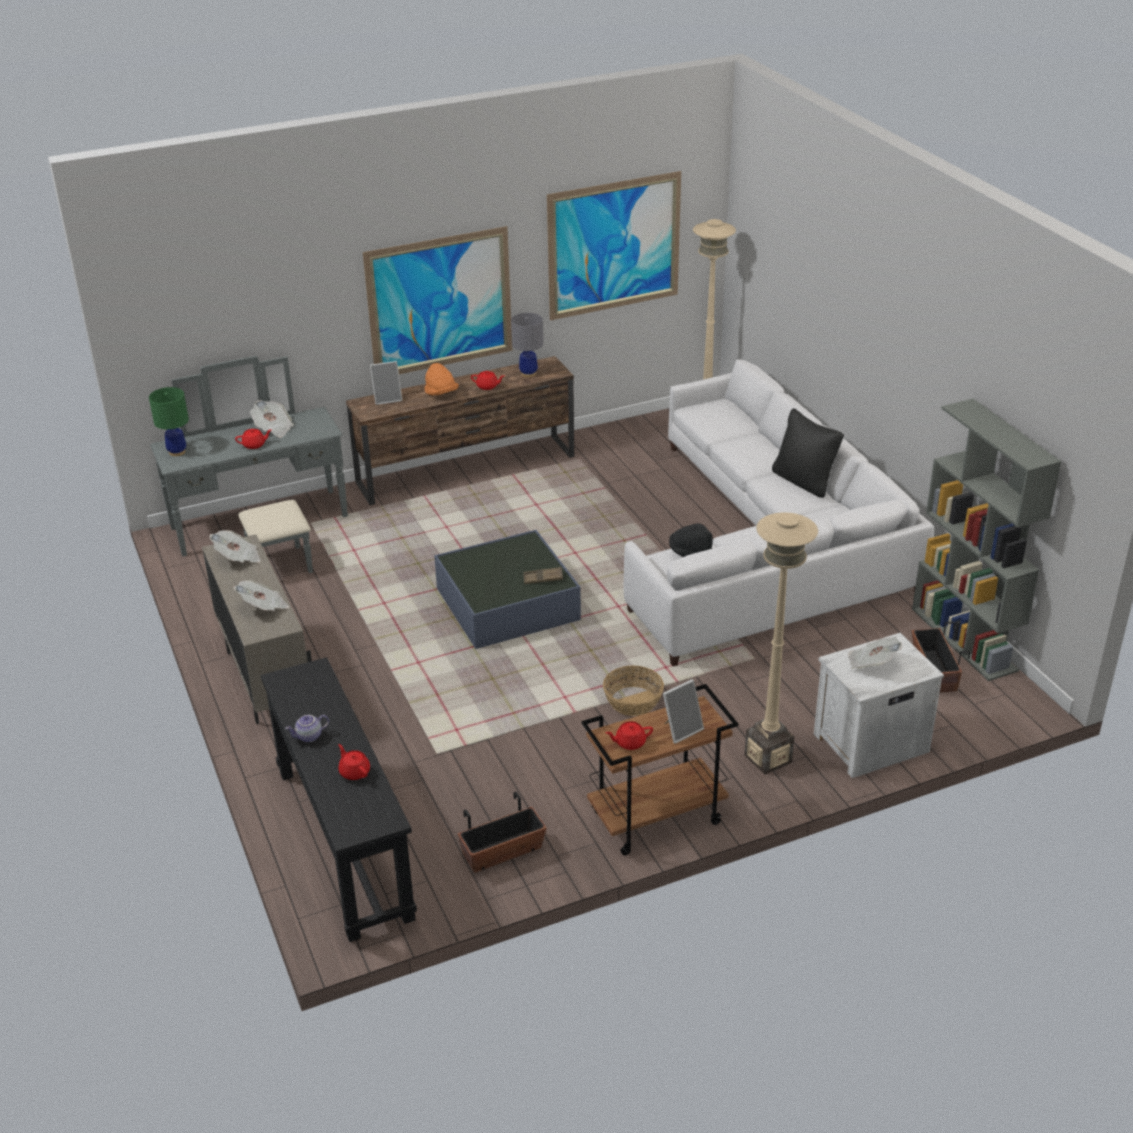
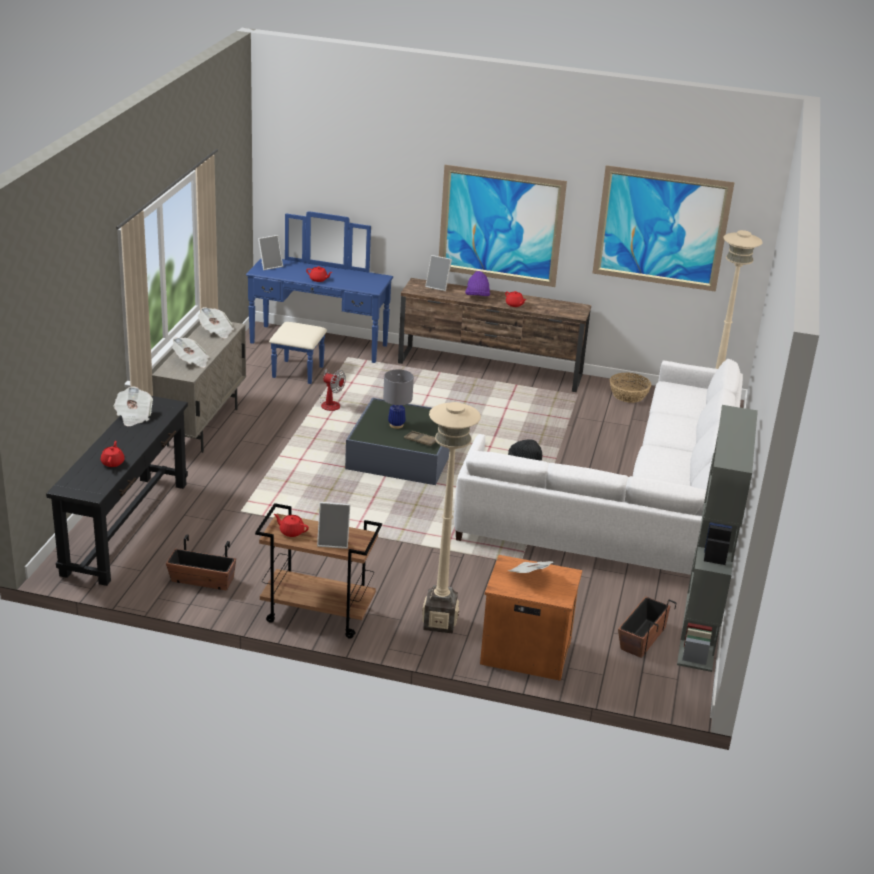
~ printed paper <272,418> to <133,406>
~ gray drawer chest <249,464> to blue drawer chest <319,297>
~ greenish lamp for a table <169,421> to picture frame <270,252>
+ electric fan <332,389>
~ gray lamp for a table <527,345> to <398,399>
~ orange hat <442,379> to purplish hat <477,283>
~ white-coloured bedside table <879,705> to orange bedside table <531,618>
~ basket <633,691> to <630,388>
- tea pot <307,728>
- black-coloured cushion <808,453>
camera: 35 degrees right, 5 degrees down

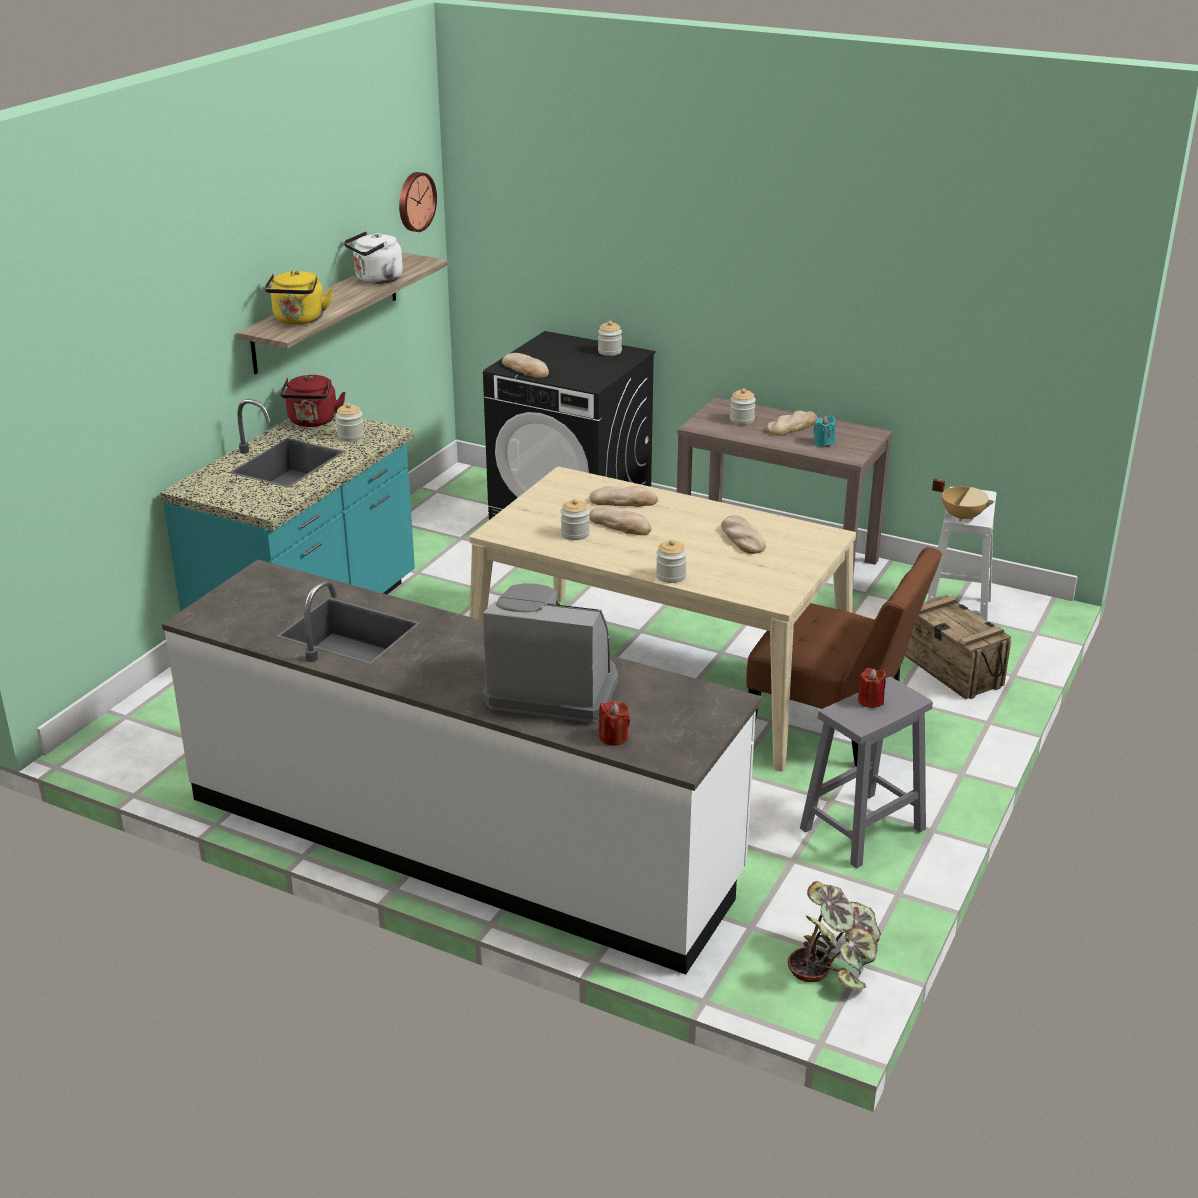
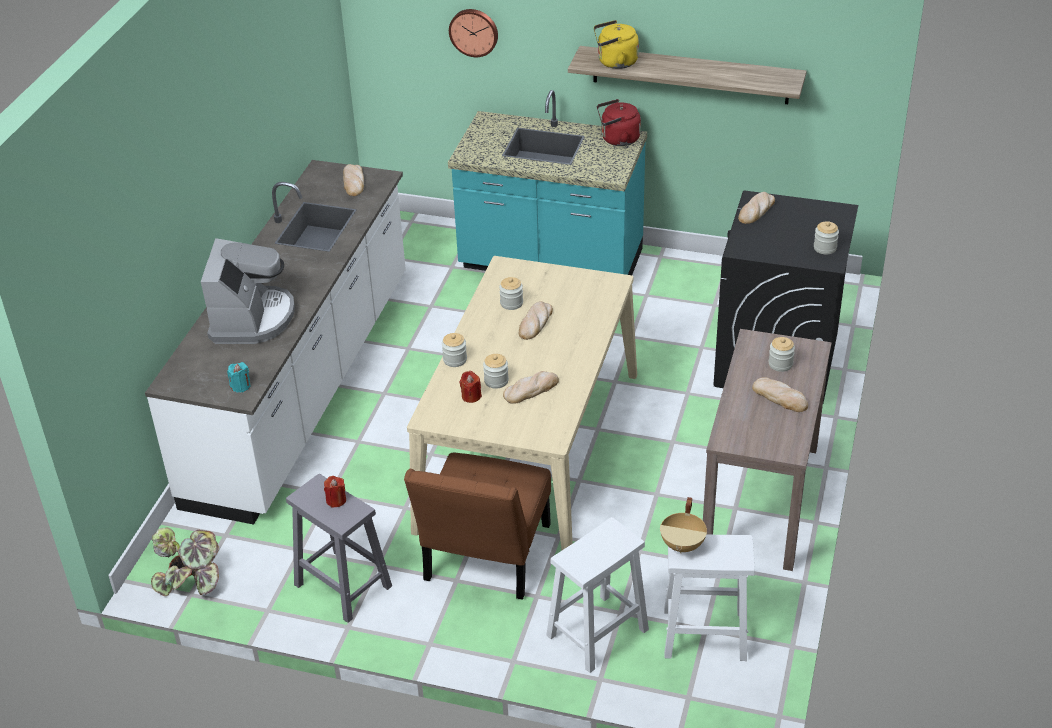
~ turquoise wax light <825,431> to <239,377>
~ bread <624,496> to <353,180>
~ clock on the wall <418,202> to <473,33>
~ reddish wax light <614,722> to <470,387>
~ storage jar <350,422> to <496,371>
~ shipping crate <958,647> to white-coloured stool <597,595>
- white-coloured kettle <373,257>
camera: 80 degrees right, 10 degrees up

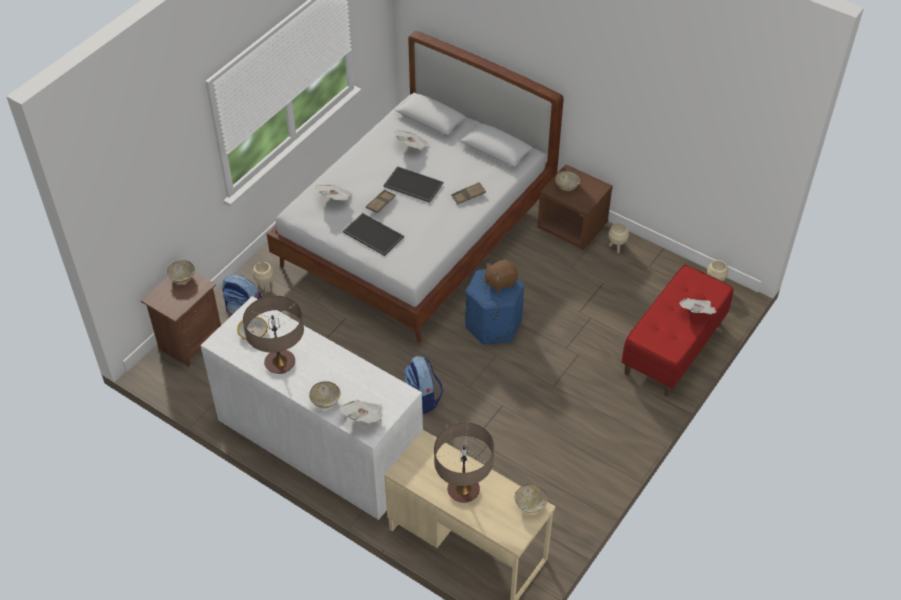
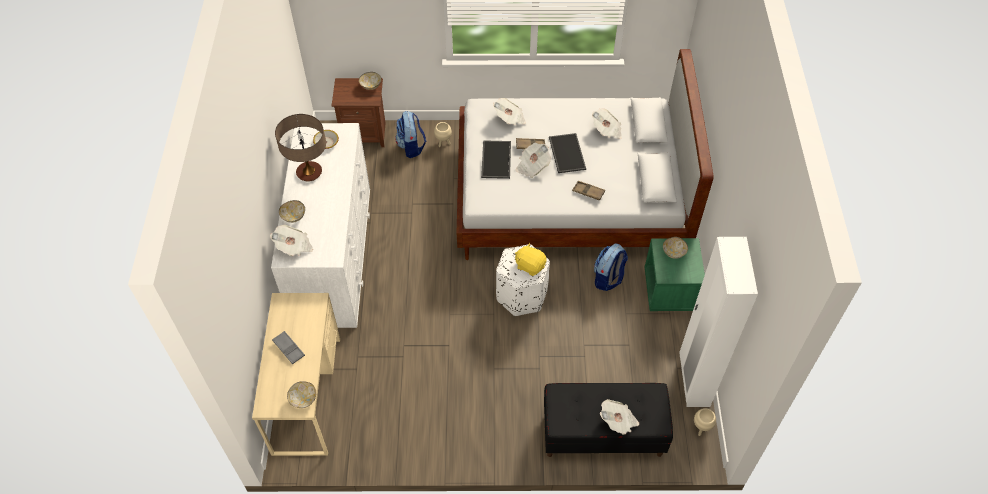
~ lamp for a table <464,462> to gray serving tray <288,347>
~ blue ottoman <494,307> to white-coloured ottoman <523,280>
~ brownish soft toy <501,275> to yellow soft toy <531,259>
+ printed paper <533,160>
~ reddish long seat <677,330> to black-coloured long seat <608,420>
~ rucksack <424,385> to <611,267>
~ brownish bedside table <575,207> to greenish bedside table <675,274>
+ white-coloured clothes cupboard <718,322>
- beige-coloured planter <618,238>
camera: 55 degrees right, 5 degrees up

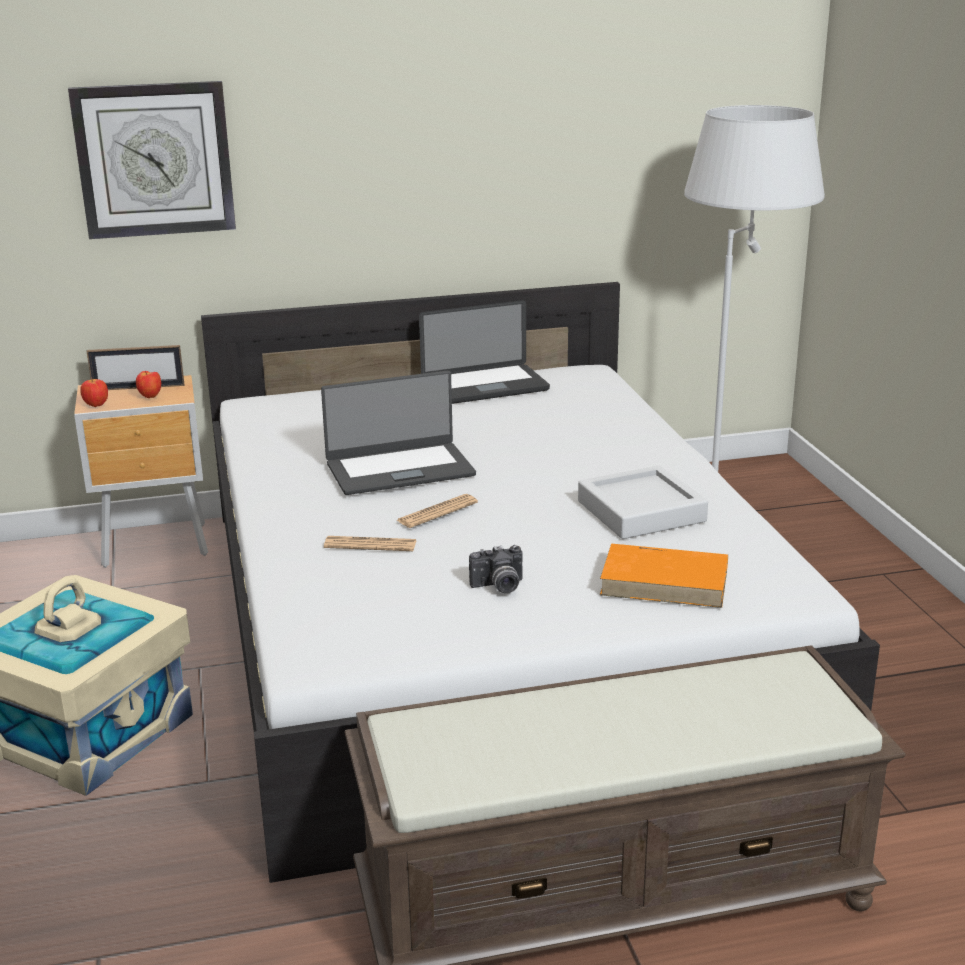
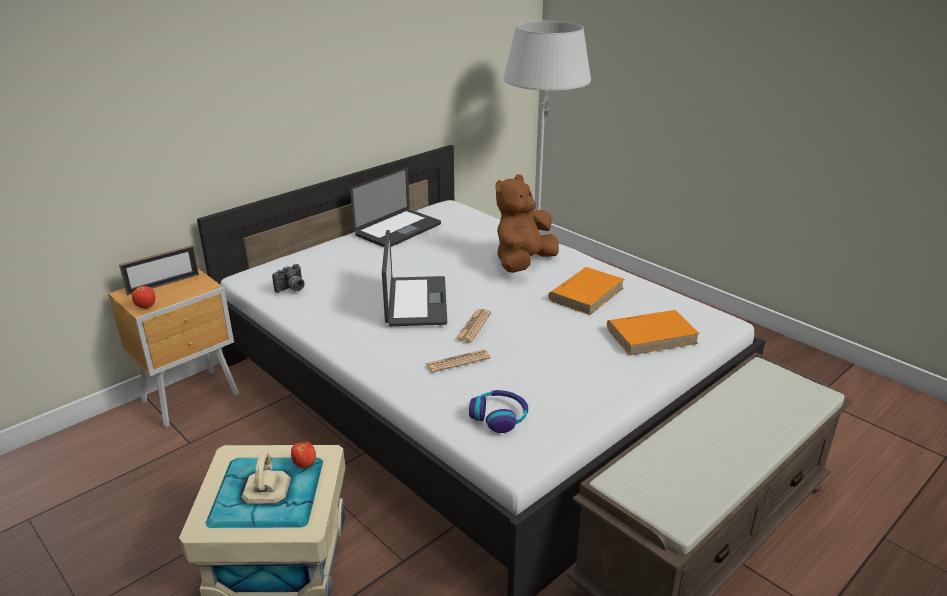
~ photo camera <496,569> to <288,278>
~ whole apple <148,384> to <303,454>
~ portable computer <398,433> = <414,278> 45 degrees counterclockwise
+ pair of headphones <498,411>
+ brownish soft toy <527,223>
~ gray serving tray <643,502> to orange book <586,291>
- clock on the wall <152,160>
camera: 30 degrees left, 5 degrees up

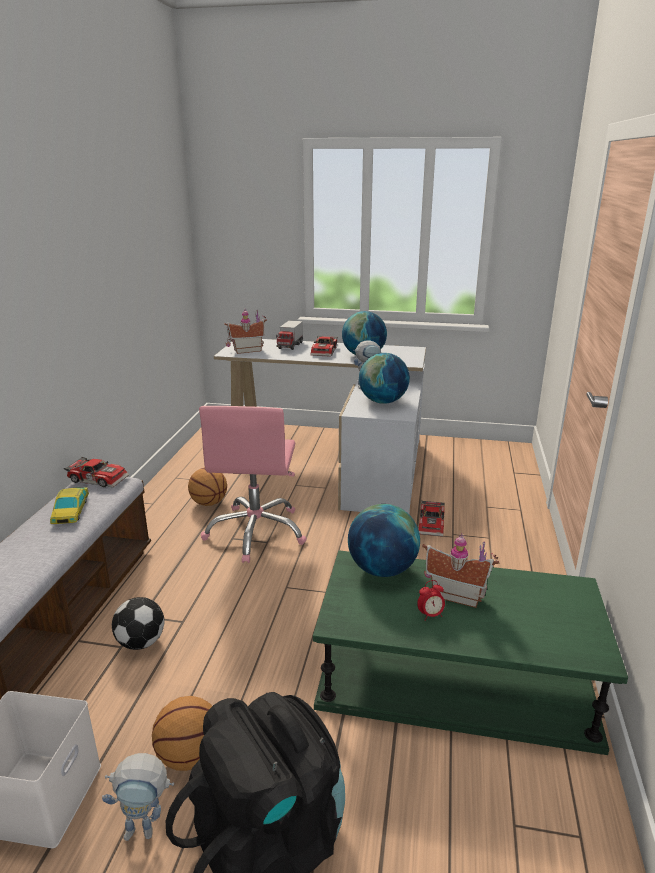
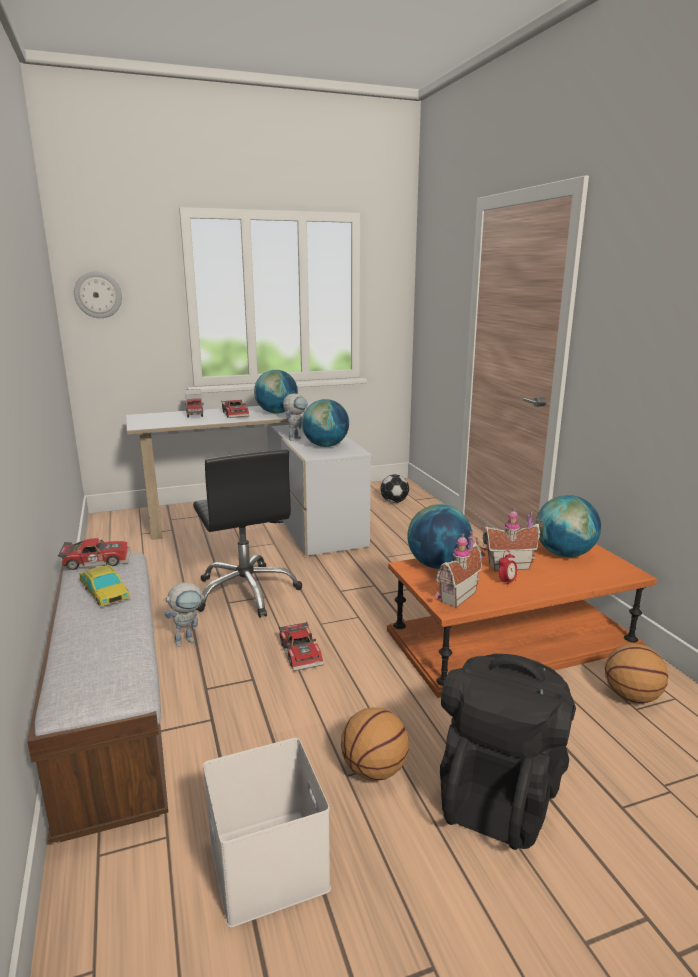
+ clock on the wall <98,295>
~ model robot <138,797> to <184,614>
~ pinkish computer chair <253,484> to black-coloured computer chair <247,533>
~ miniature car <432,519> to <301,646>
~ football ball <138,623> to <394,488>
~ greenish lounge table <470,652> to orange lounge table <522,619>
~ model house <245,331> to <458,569>
+ world globe <568,526>
~ basketball <207,487> to <636,673>
camera: 30 degrees left, 5 degrees down

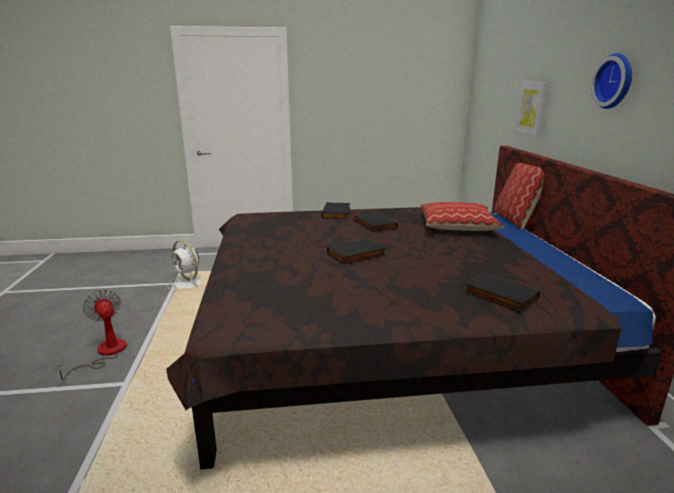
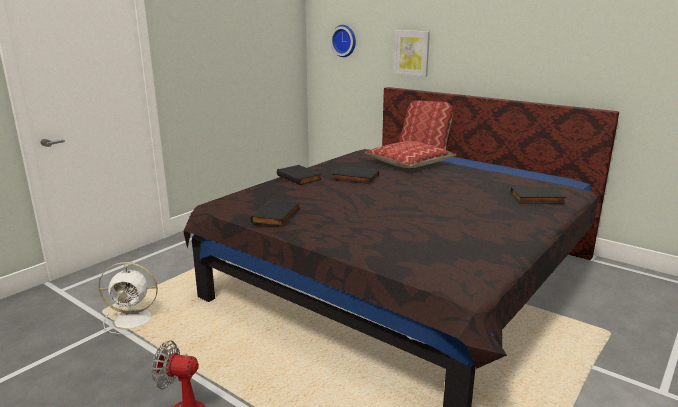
~ black-coloured book <356,252> to <275,213>
~ clock on the wall <611,81> to <343,41>
camera: 45 degrees left, 0 degrees up

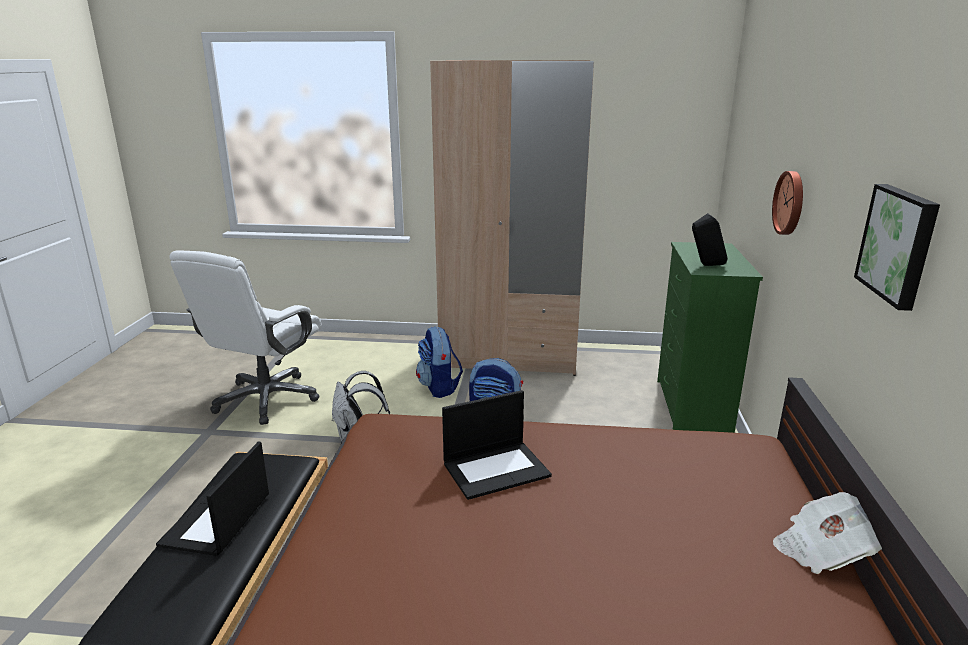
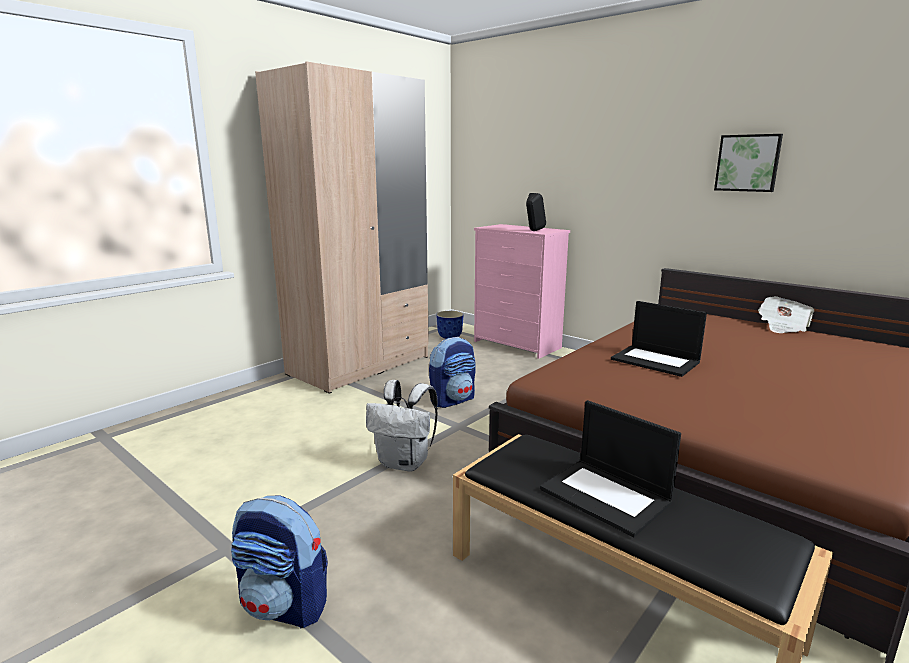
~ rucksack <439,362> to <279,562>
+ planter <450,325>
~ greenish drawer chest <710,337> to pinkish drawer chest <522,291>
~ portable computer <497,445> = <659,339> 120 degrees clockwise
- white-coloured computer chair <245,337>
- clock on the wall <787,203>
camera: 55 degrees left, 5 degrees down

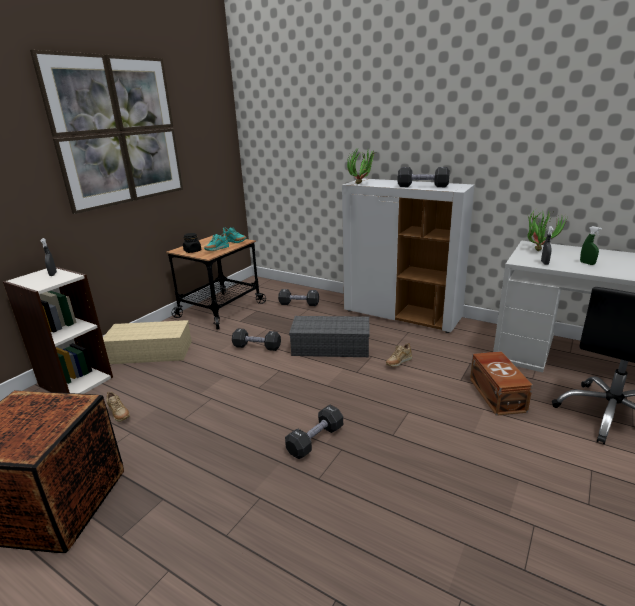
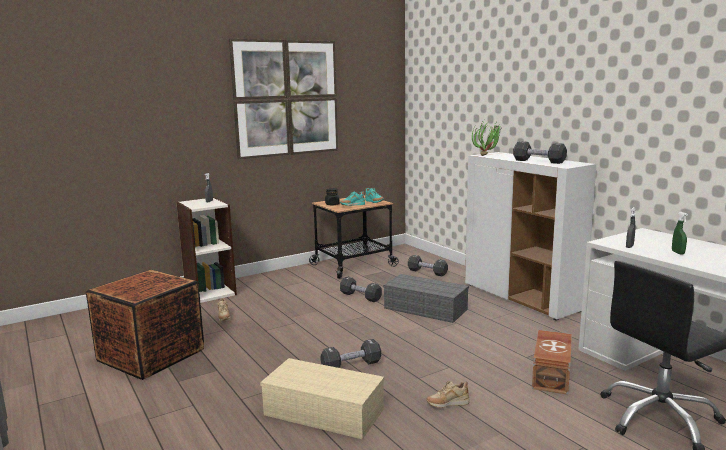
~ beige-coloured storage box <147,342> to <322,398>
~ beige-coloured low shoe <399,355> to <448,394>
- plant in a pot <547,229>
camera: 25 degrees right, 10 degrees down

